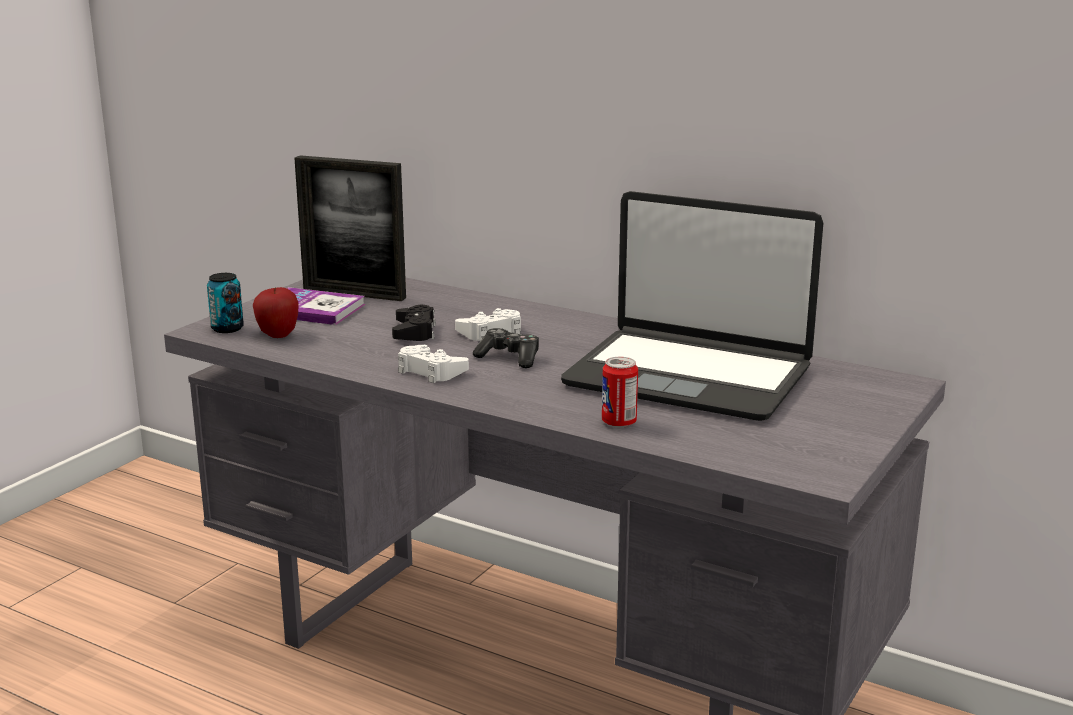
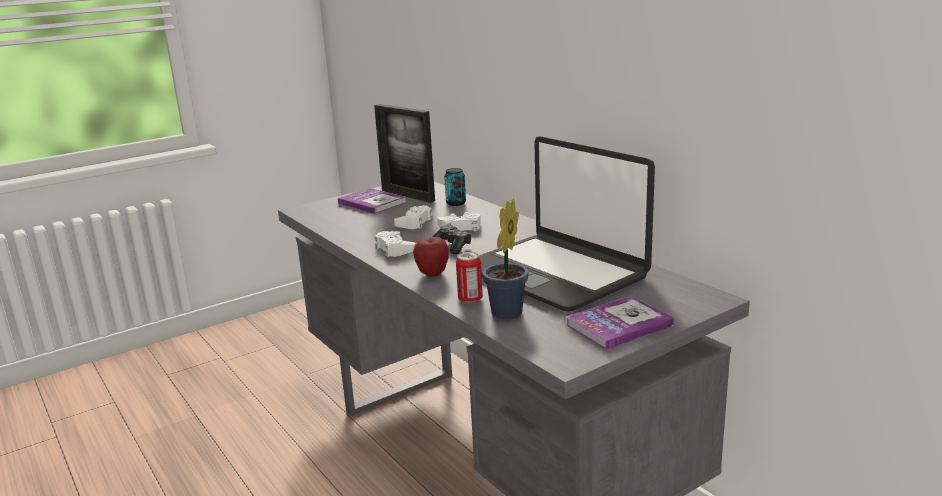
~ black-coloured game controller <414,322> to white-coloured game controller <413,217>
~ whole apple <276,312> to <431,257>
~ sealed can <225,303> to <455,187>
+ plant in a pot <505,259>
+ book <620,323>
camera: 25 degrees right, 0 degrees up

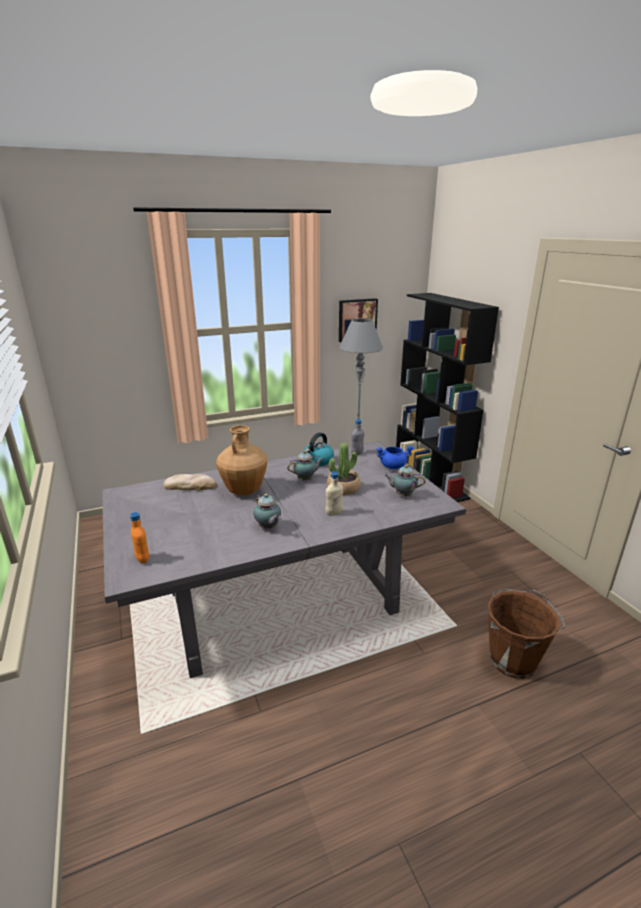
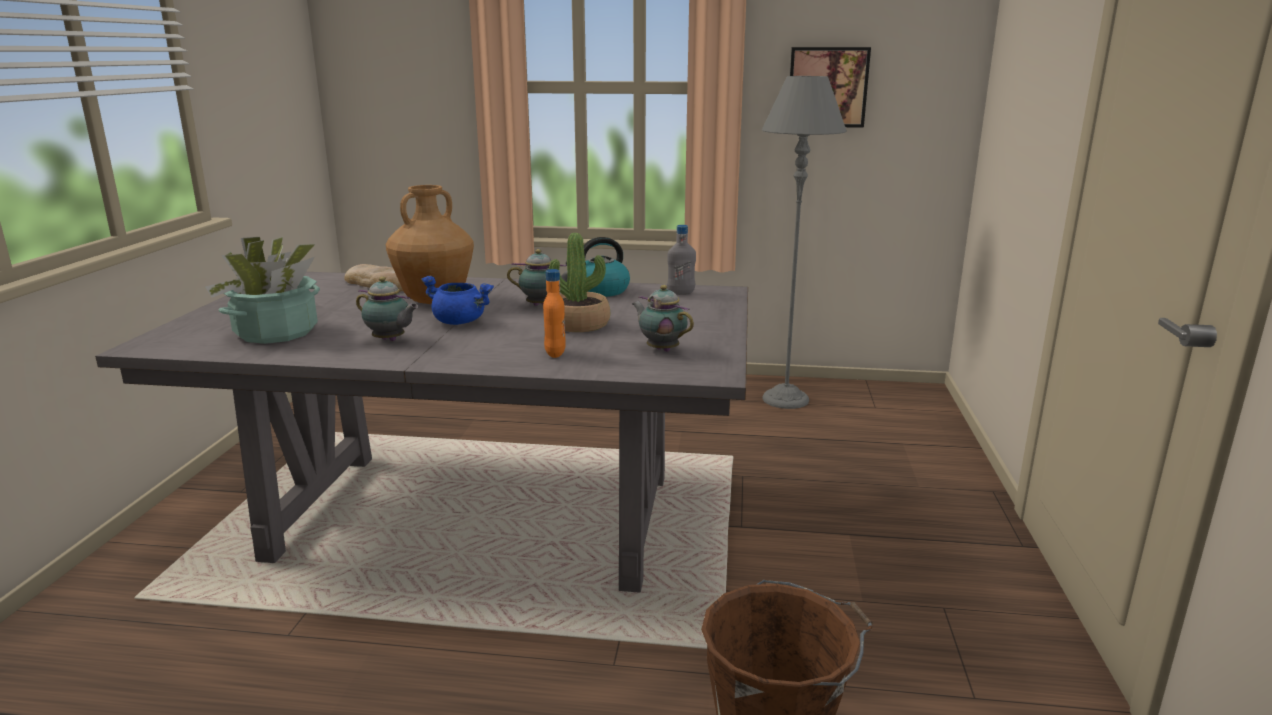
+ plant in a pot <262,290>
~ tea pot <267,511> = <387,309> 60 degrees counterclockwise
~ blue saucepot <395,457> to <457,300>
~ orange beverage bottle <139,537> to <554,313>
- beige-coloured beverage bottle <334,493>
- black-coloured bookshelf <447,397>
camera: 30 degrees right, 5 degrees down

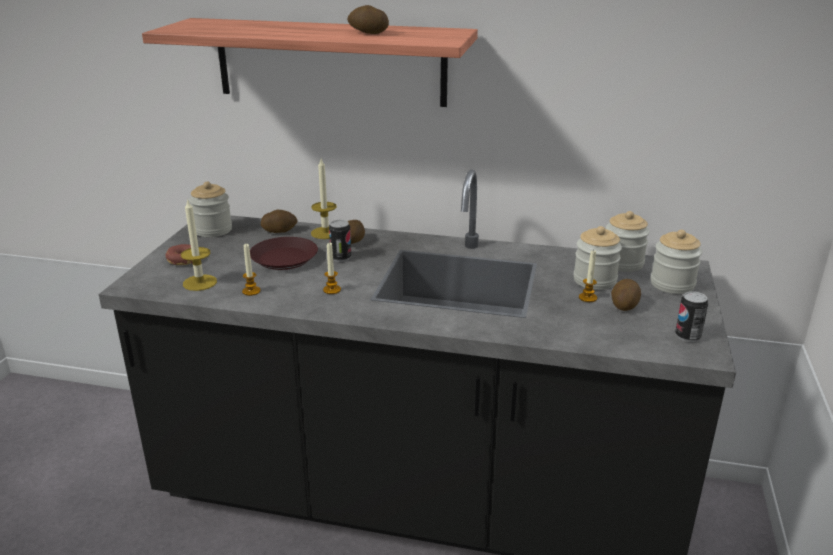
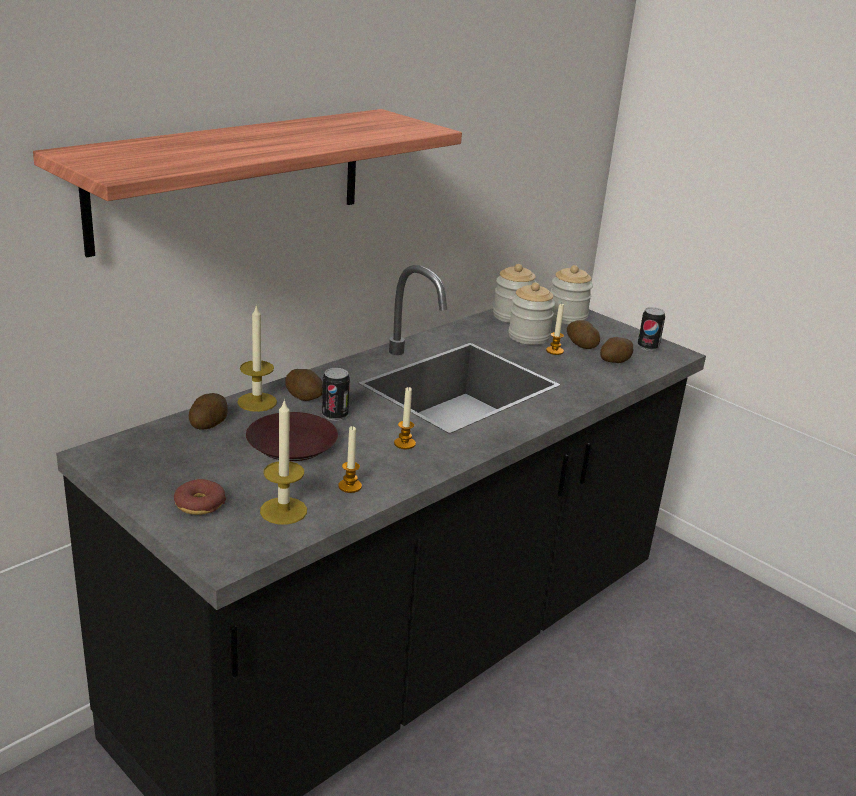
~ spud <368,19> to <616,350>
- storage jar <210,209>
camera: 60 degrees left, 0 degrees up

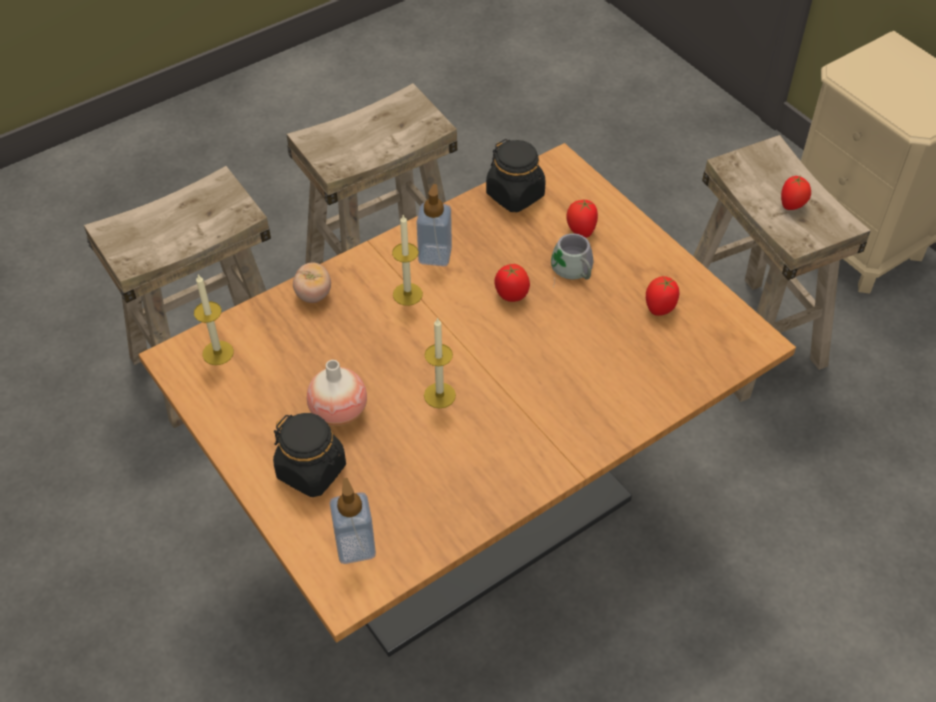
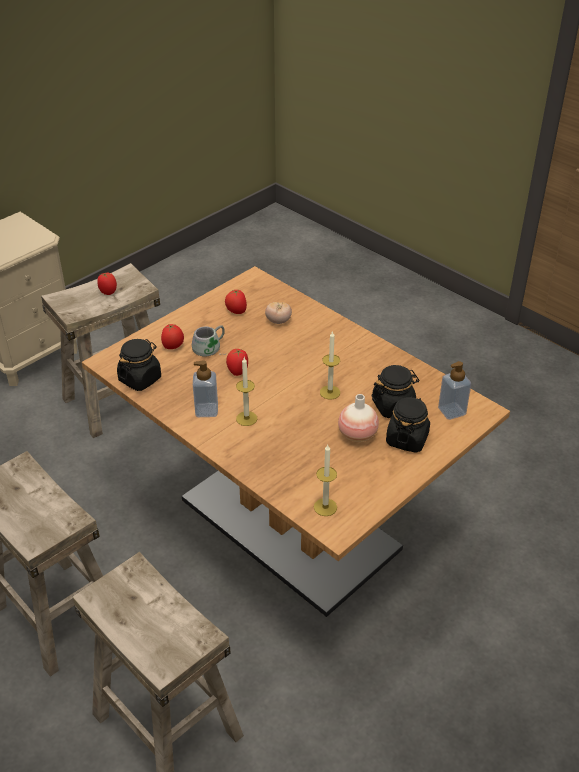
~ fresh tomato <312,283> to <278,313>
+ black-coloured storage jar <396,391>
camera: 100 degrees left, 10 degrees down

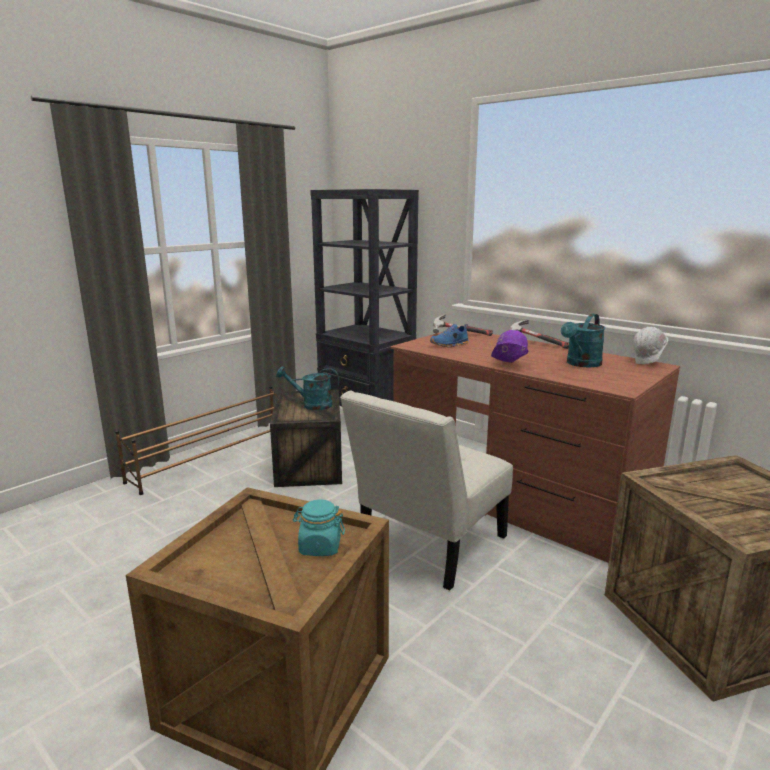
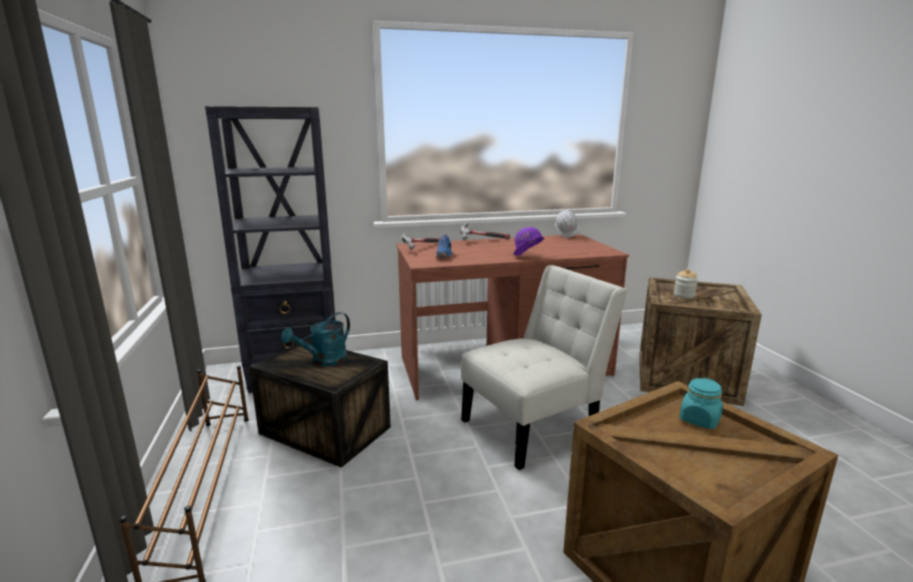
~ white-coloured chair <426,491> = <544,367> 105 degrees counterclockwise
+ storage jar <686,283>
- turquoise sprinkling can <583,340>
camera: 55 degrees left, 0 degrees up

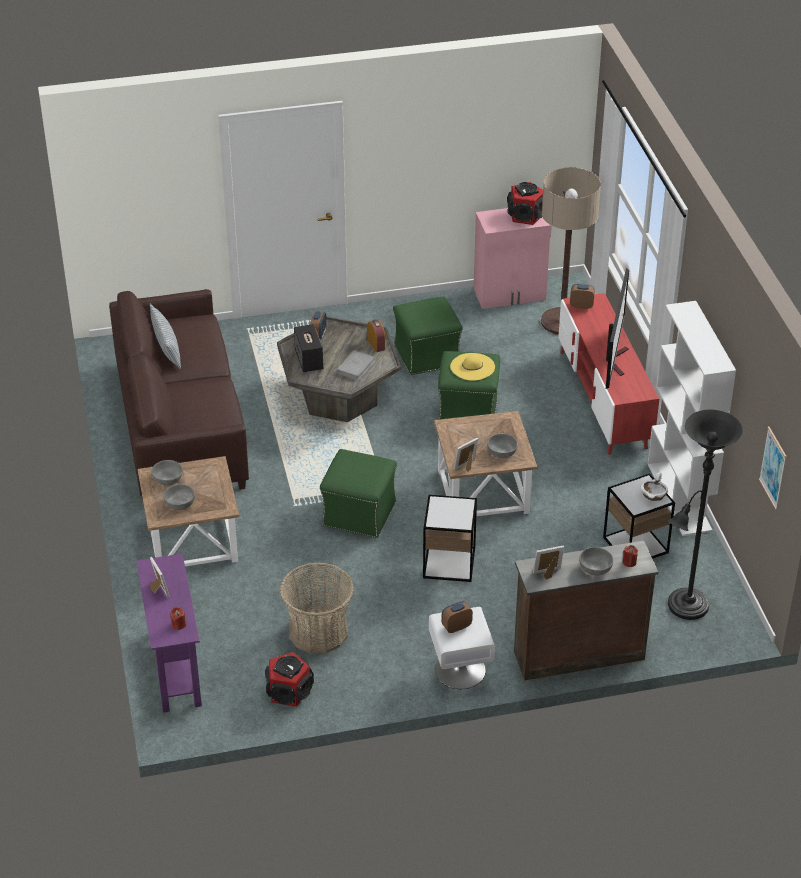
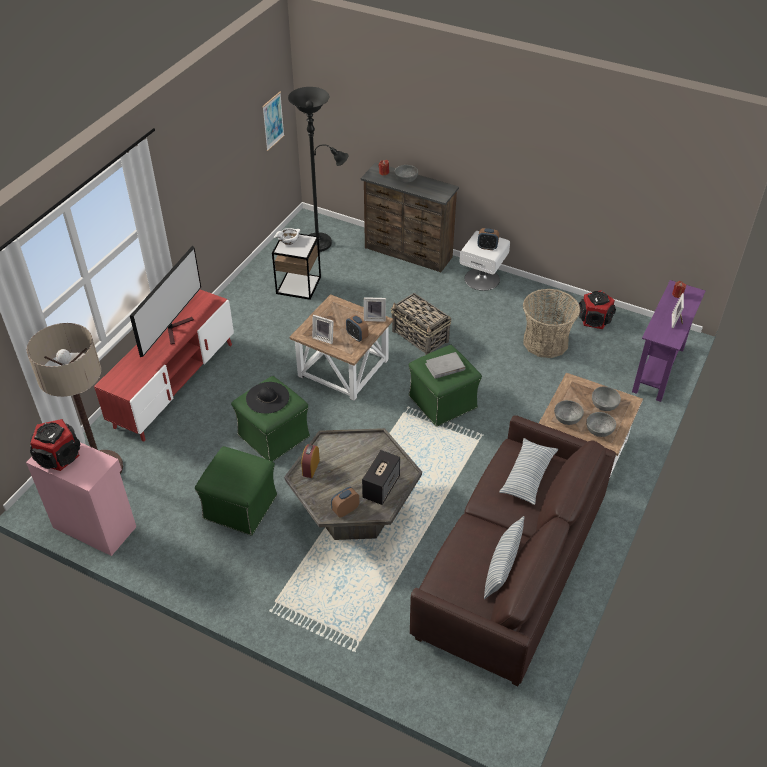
~ TV set <617,328> = <165,301> 150 degrees clockwise
~ yellow hat <472,367> to black-coloured hat <267,398>
~ picture frame <548,563> to <323,329>
~ bedside clock <582,296> to <357,328>
~ end table <450,538> to basket <421,324>
~ gray book <355,365> to <445,365>
+ cushion <528,471>
~ gray serving bowl <502,446> to <569,412>
- white-coloured bookshelf <692,418>
camera: 140 degrees left, 5 degrees up

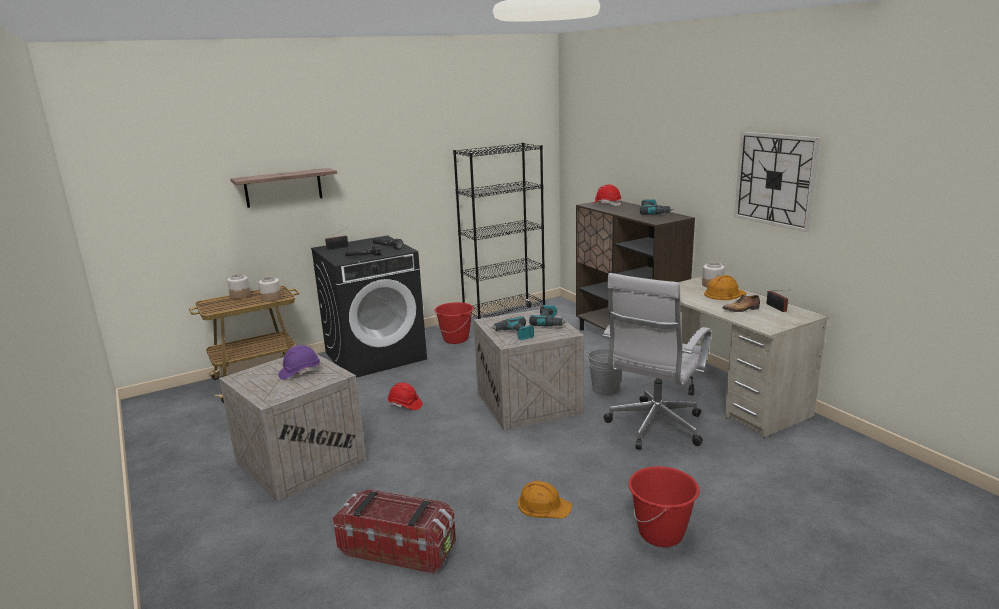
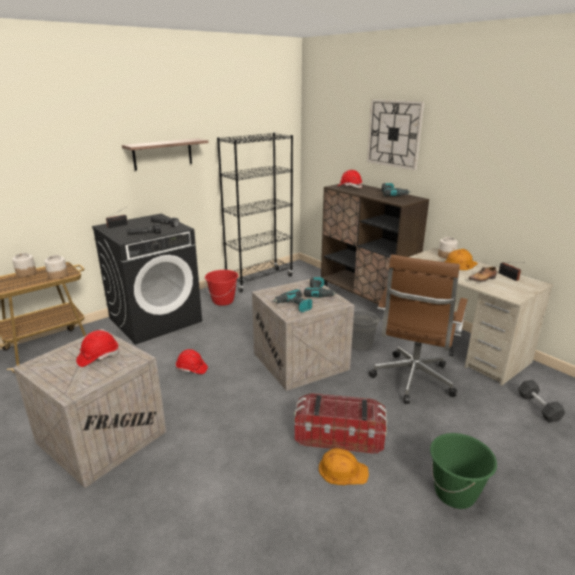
~ purplish safety helmet <299,362> to reddish safety helmet <97,348>
~ wall shelf <284,188> to <165,154>
~ storage box <394,531> to <341,423>
~ clock on the wall <777,182> to <395,134>
~ white-coloured computer chair <656,361> to brownish computer chair <418,329>
~ reddish water bucket <664,506> to greenish water bucket <463,471>
+ black-coloured hand weight <541,401>
camera: 10 degrees left, 5 degrees up

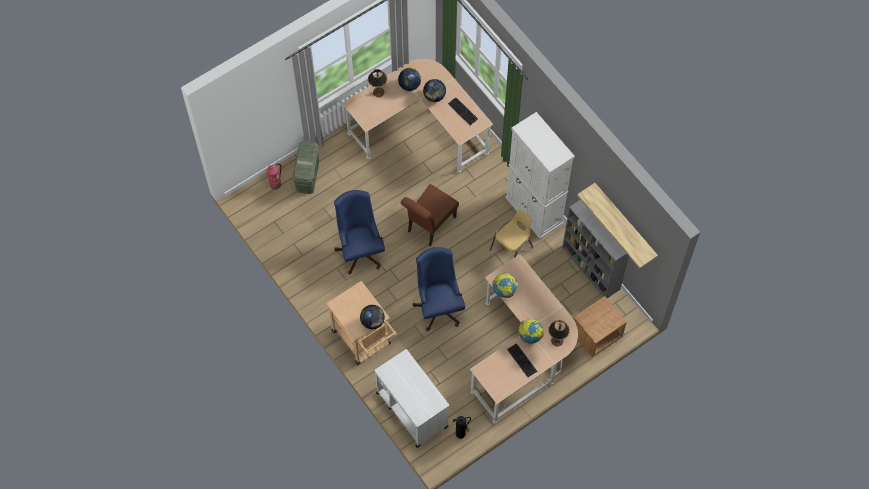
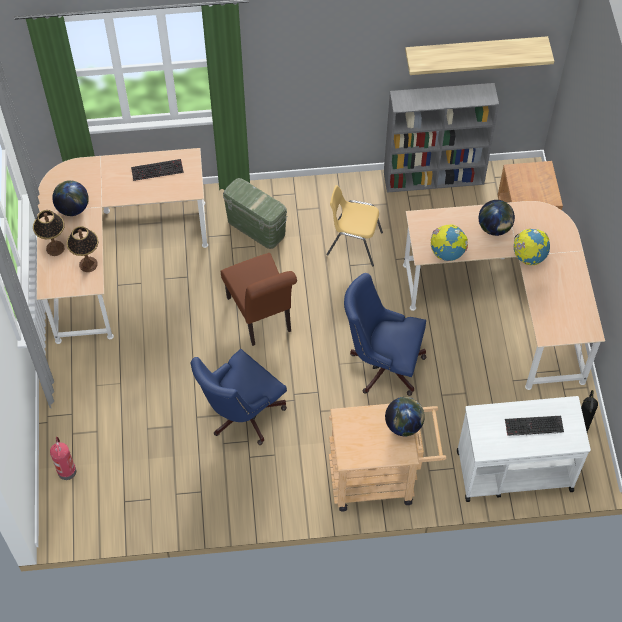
~ lamp for a table <559,333> to <82,249>
~ blue computer chair <359,232> = <238,397> 60 degrees counterclockwise
~ greenish storage box <306,167> to <255,213>
~ yellow chair <511,234> = <354,225> 60 degrees counterclockwise
~ world globe <434,90> to <497,218>
~ computer keyboard <522,360> to <534,426>
- white-coloured storage cabinet <540,176>
camera: 60 degrees left, 5 degrees down

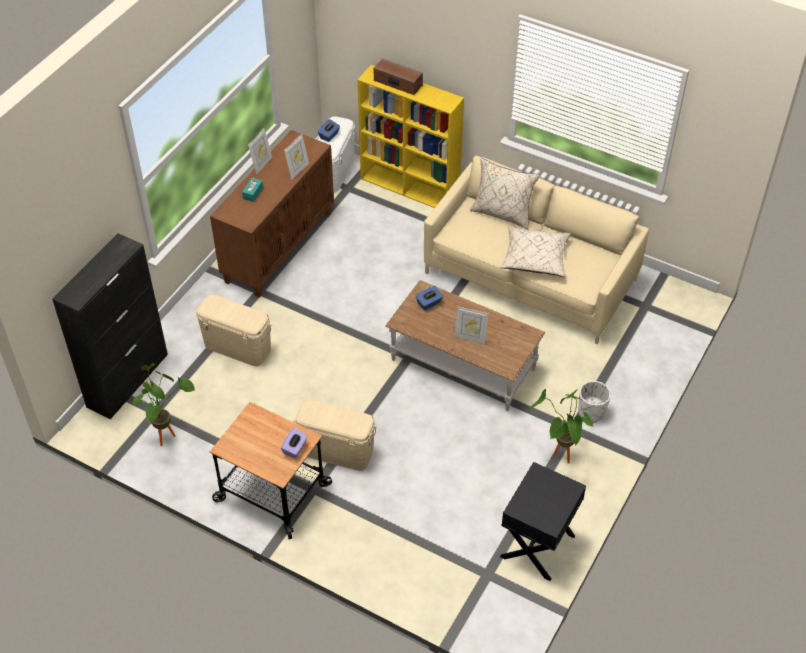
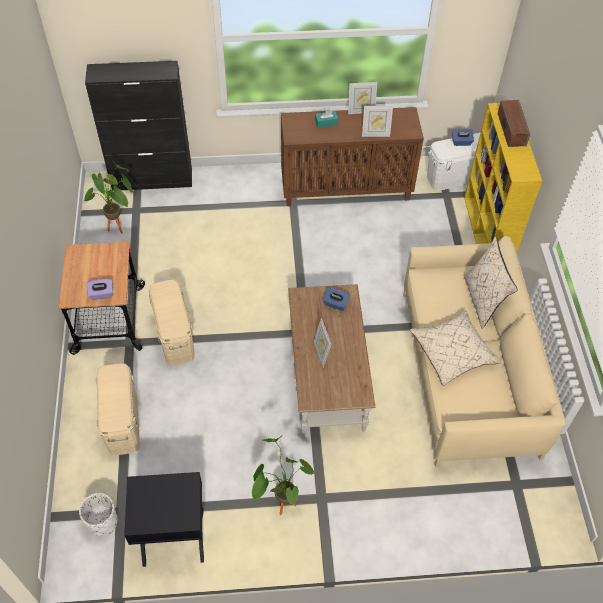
~ white-coloured planter <594,402> to <98,514>
~ beige-coloured storage box <233,331> to <118,409>
camera: 55 degrees right, 5 degrees up

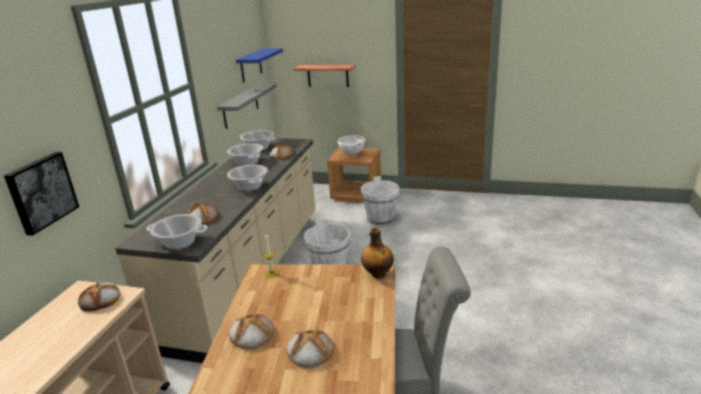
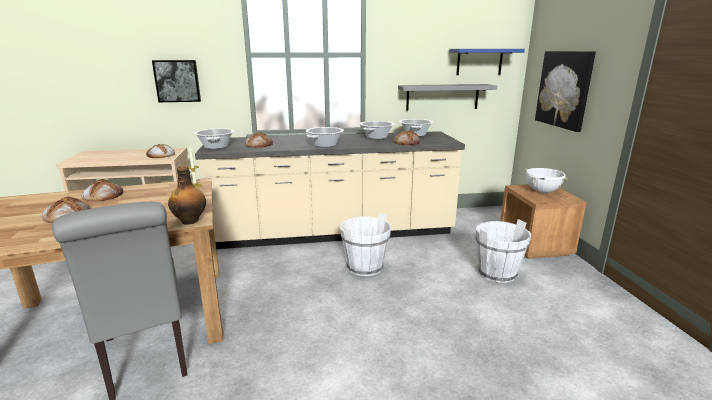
~ wall shelf <324,76> to wall picture <565,91>
camera: 65 degrees right, 5 degrees down

